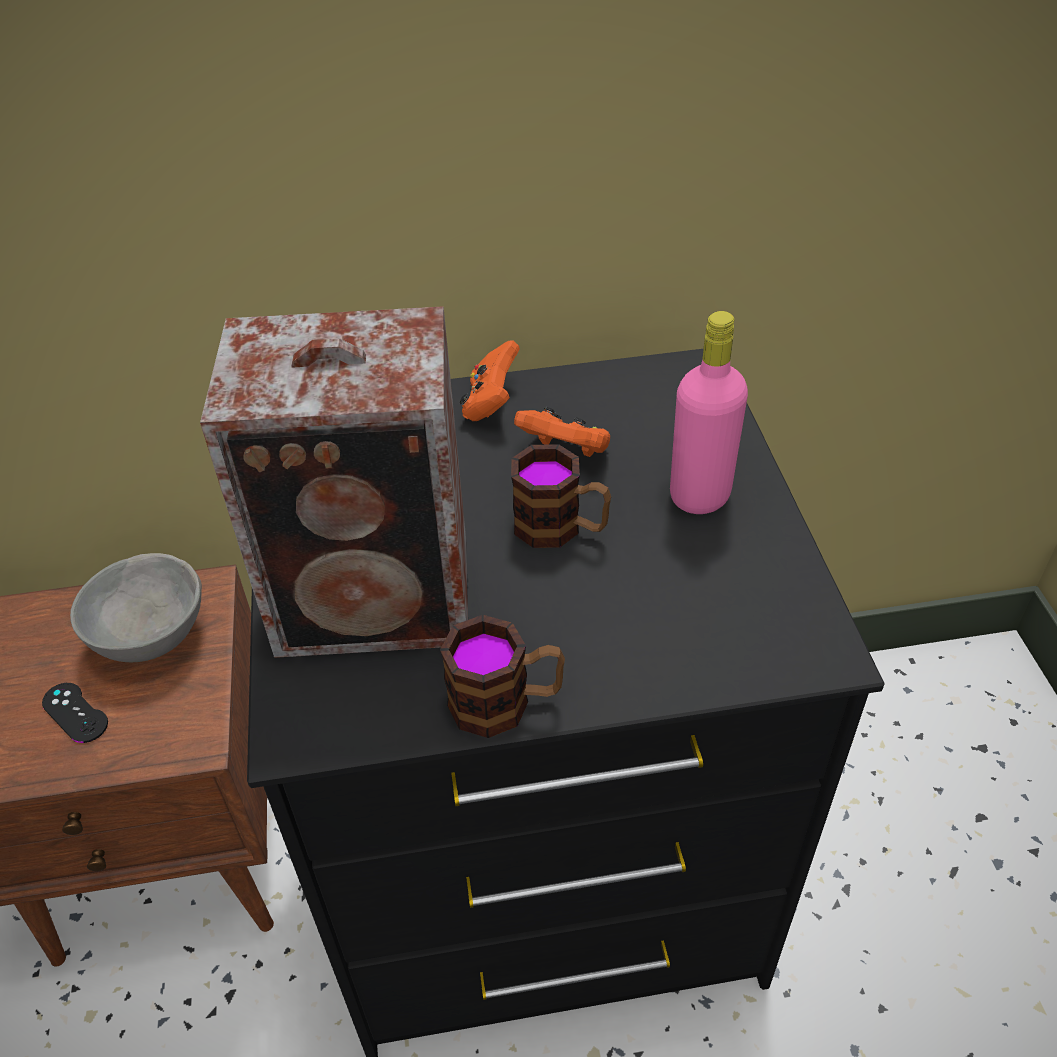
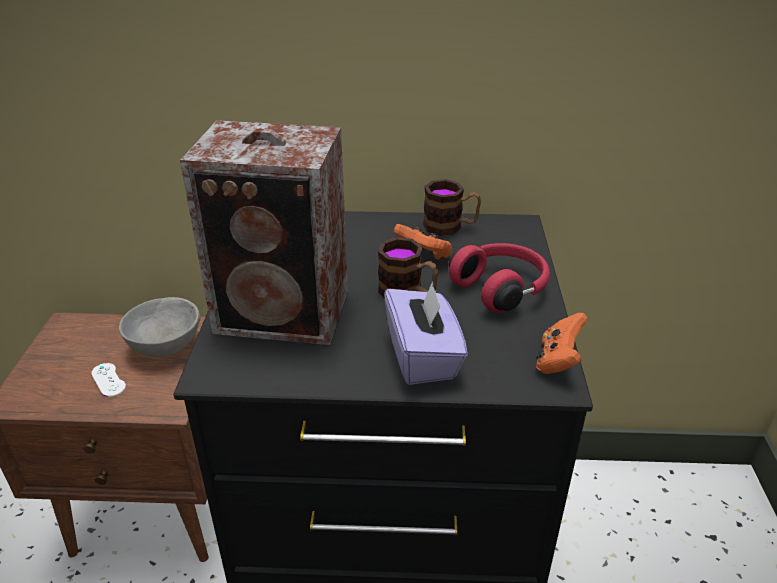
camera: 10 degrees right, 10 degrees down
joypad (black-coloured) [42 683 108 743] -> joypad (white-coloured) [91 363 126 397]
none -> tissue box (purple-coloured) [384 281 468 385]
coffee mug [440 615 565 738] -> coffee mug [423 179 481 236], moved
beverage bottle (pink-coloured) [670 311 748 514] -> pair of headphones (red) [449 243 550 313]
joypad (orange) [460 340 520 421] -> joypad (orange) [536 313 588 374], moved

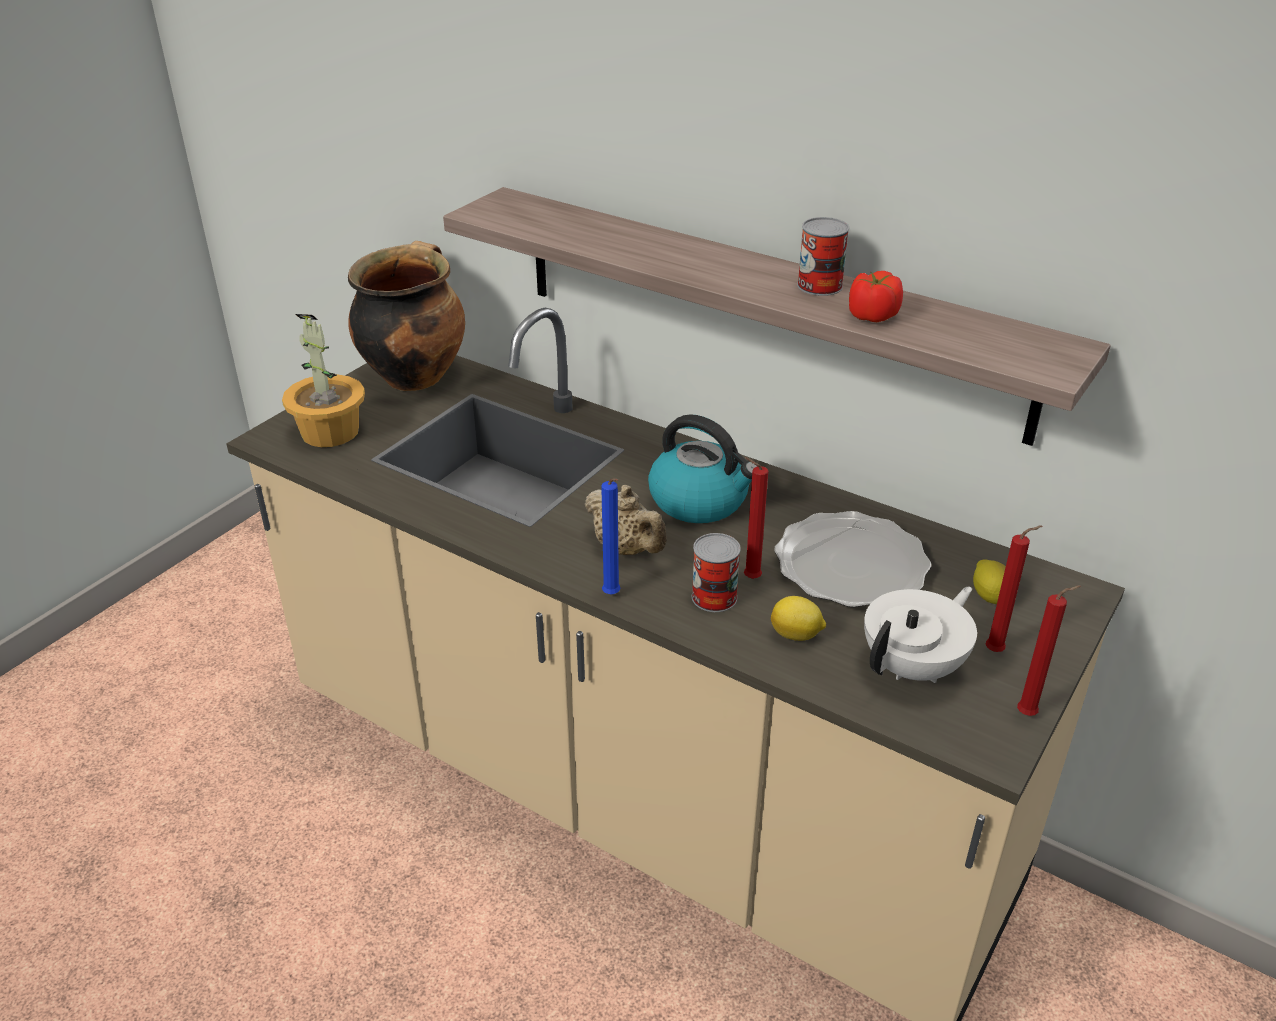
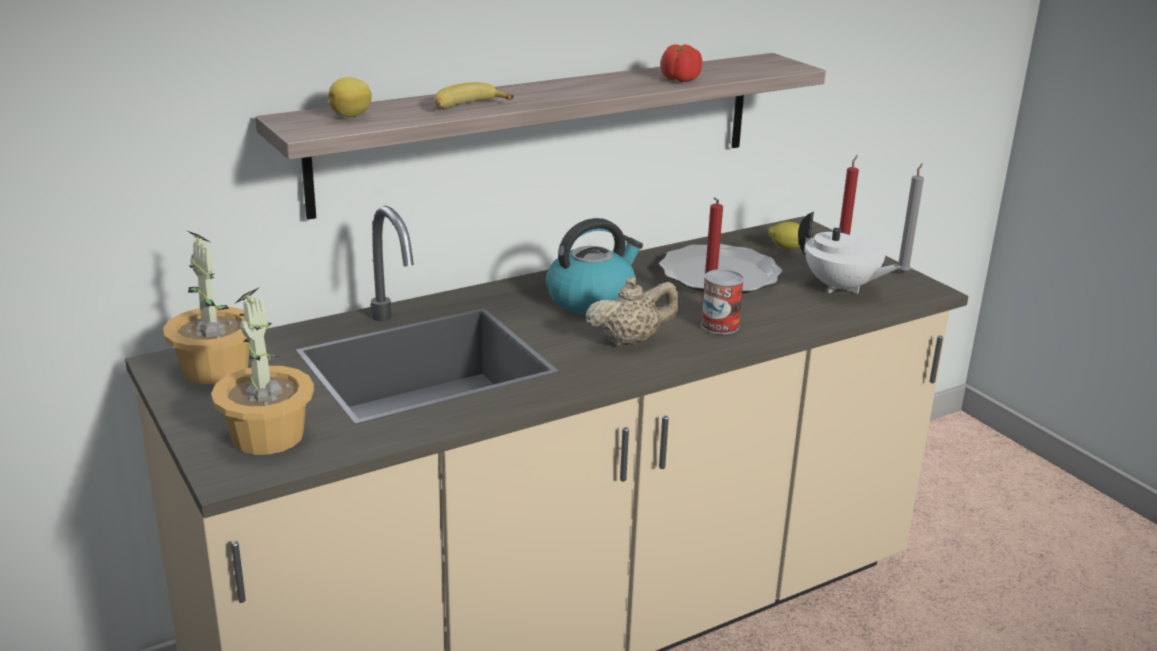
camera: 65 degrees left, 10 degrees down
stockpot [348 241 465 391] -> houseplant [163 230 250 385]
citrus fruit [771 596 826 641] -> citrus fruit [328 77 371 117], moved
none -> banana fruit [434 82 514 108]
tea pot (white-coloured) [864 587 977 683] -> tea pot (white-coloured) [798 212 901 294], 150 degrees clockwise
wax candle (red) [1017 586 1081 716] -> wax candle (gray) [898 163 924 273]
wax candle (blue) [601 478 621 595] -> none
can [797 217 849 296] -> none

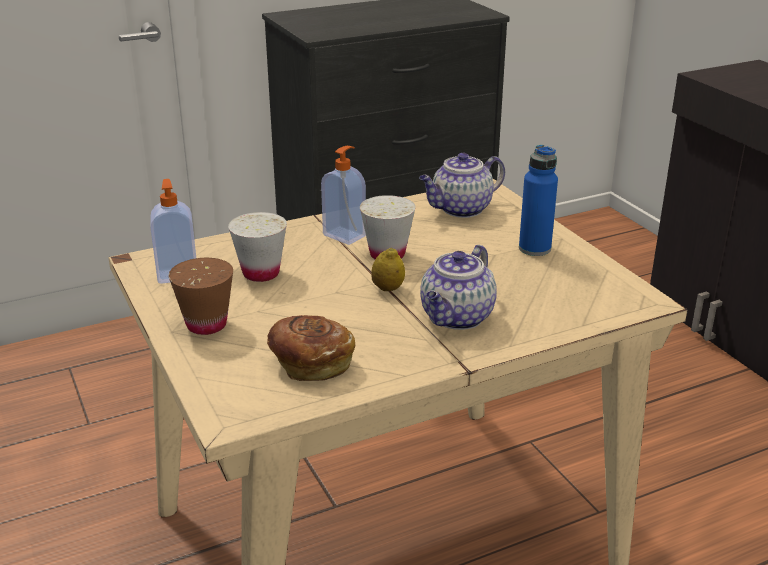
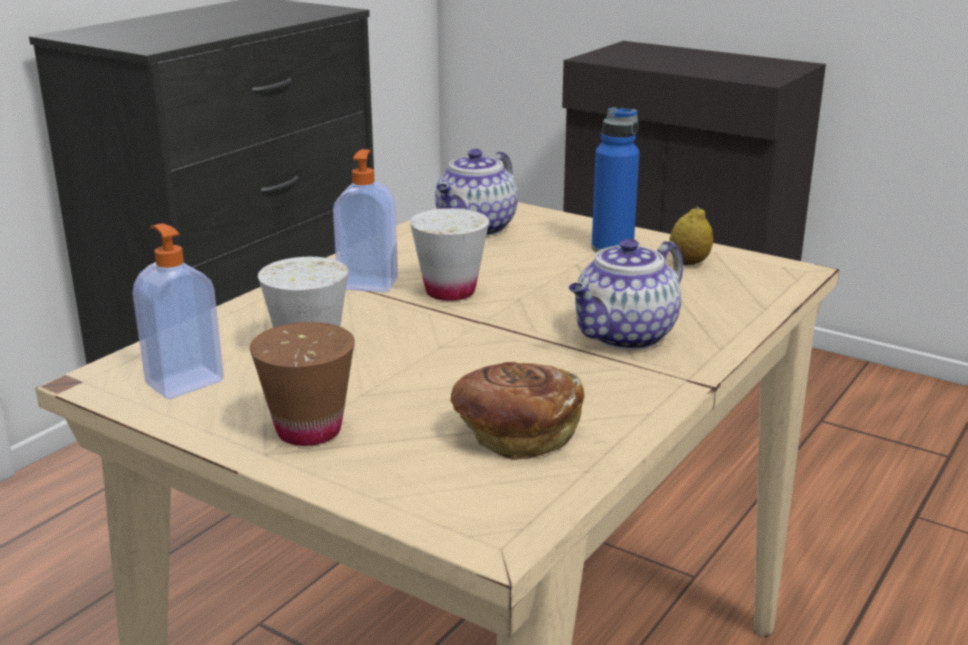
camera: 30 degrees left, 5 degrees down
tea pot [420 245 497 330] -> tea pot [569 239 683 350], 45 degrees clockwise
citrus fruit [372 247 405 291] -> citrus fruit [669 207 713 265], moved

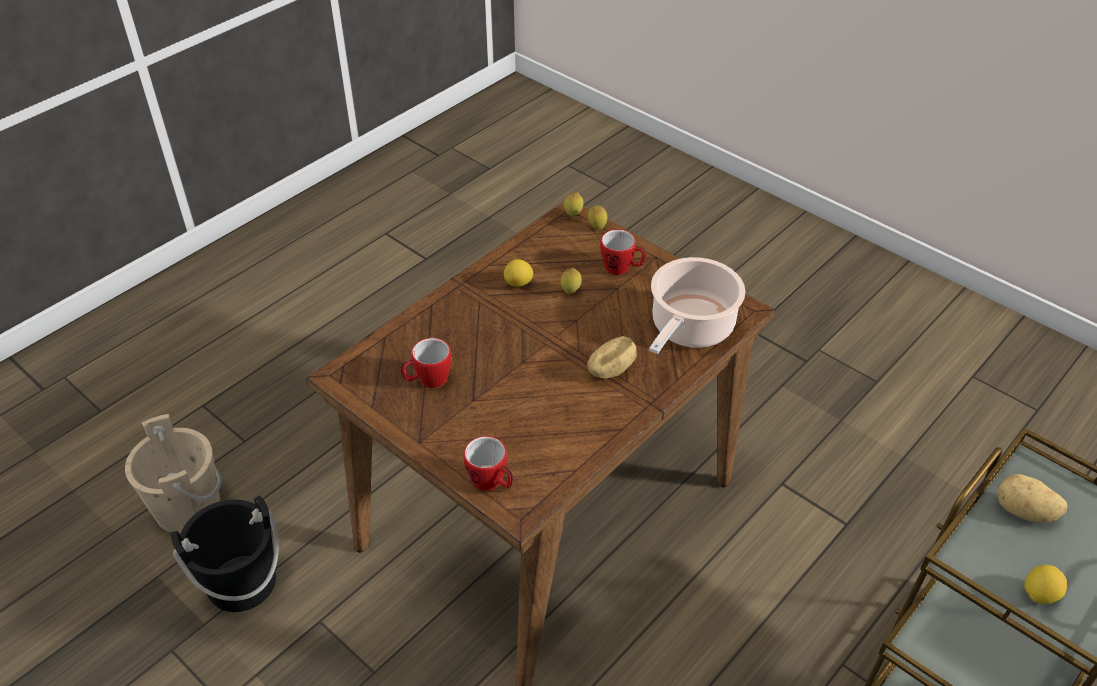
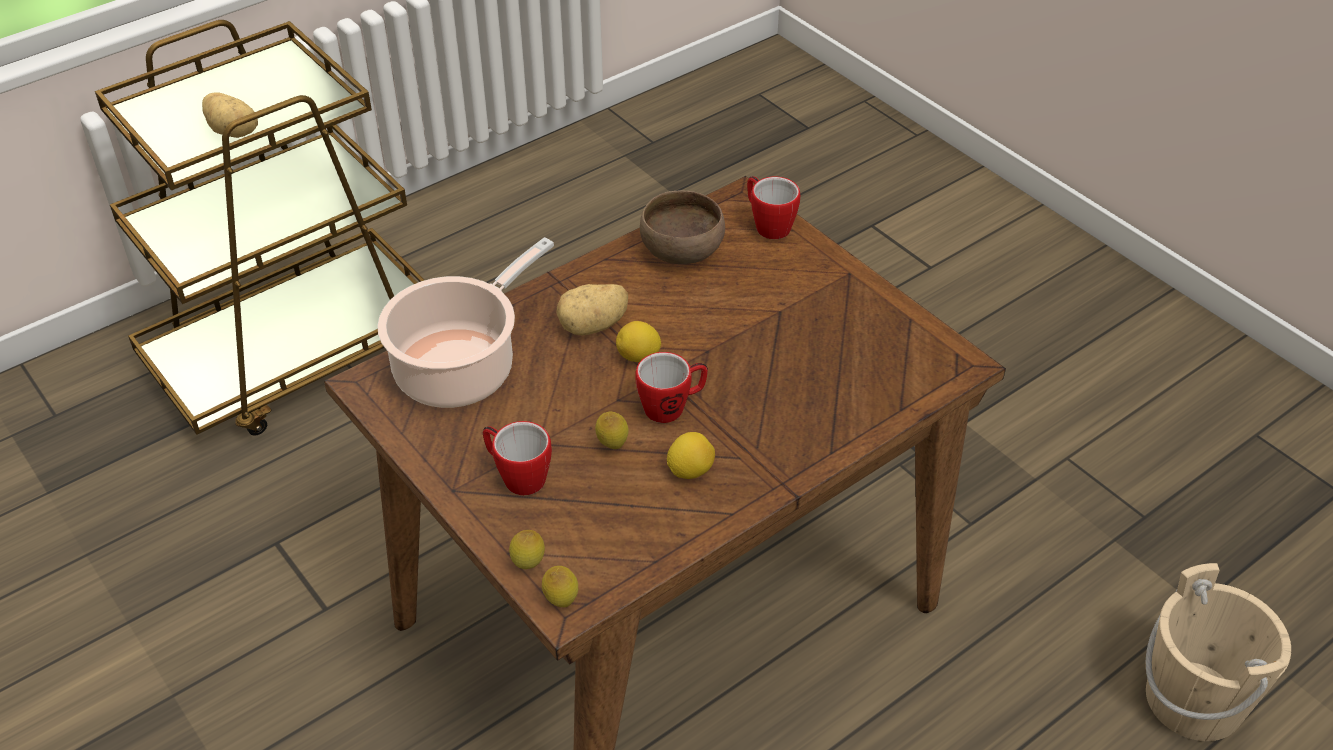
camera: 170 degrees left, 0 degrees up
citrus fruit [1024 565 1067 604] -> citrus fruit [616 321 661 362], moved
coffee mug [401 338 451 388] -> coffee mug [636 352 708 423], moved
none -> deep dish (brownish) [640 191 725 264]
pail (black-coloured) [171 495 279 612] -> none

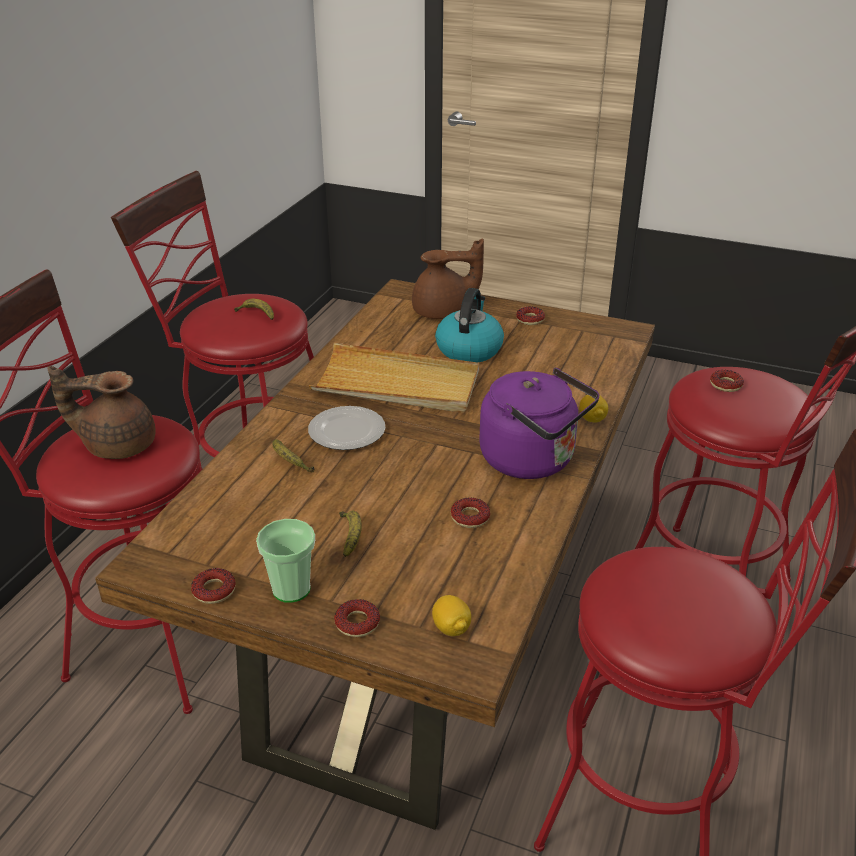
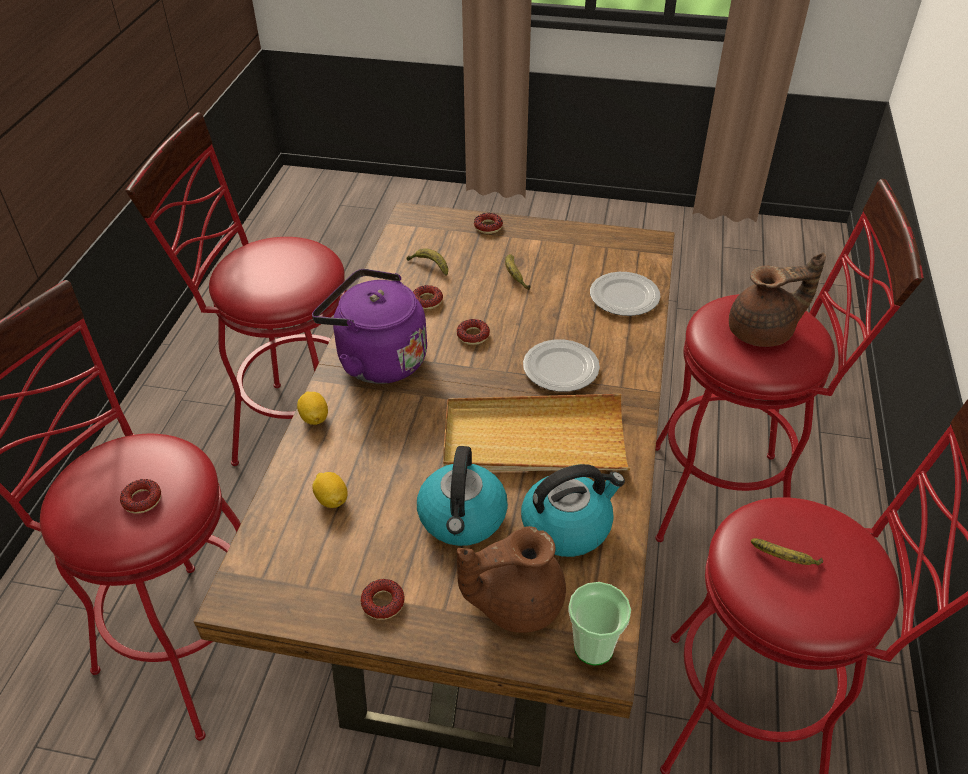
camera: 170 degrees right, 10 degrees up
citrus fruit [432 595 471 636] -> citrus fruit [312 472 348 508], moved
banana fruit [272 439 314 473] -> banana fruit [406 249 448 276], moved
donut [191 568 236 604] -> donut [457 319 490 345], moved
none -> tea kettle [521 464 625 557]
drinking cup [256 519 315 603] -> drinking cup [568 582 631 666], moved
none -> dinner plate [590 272 660 316]

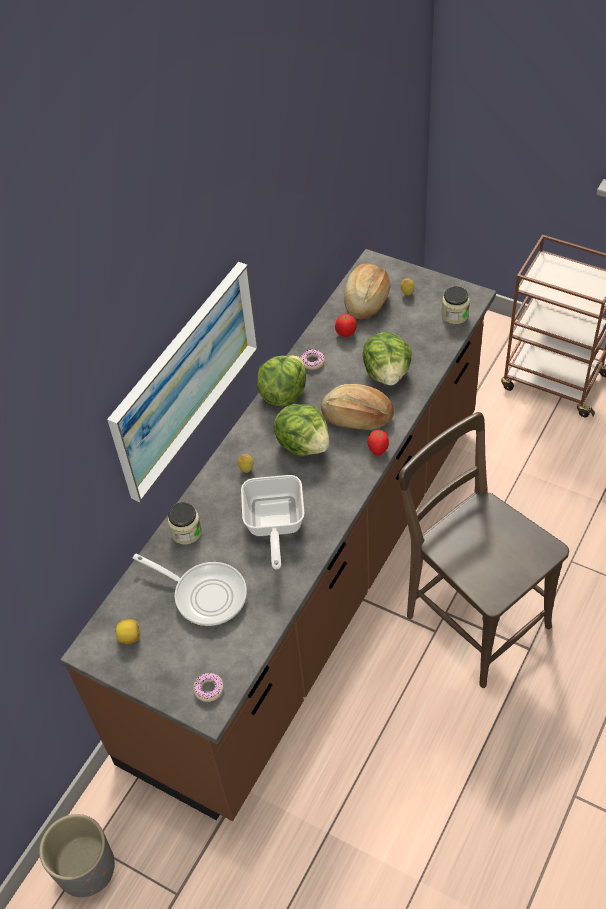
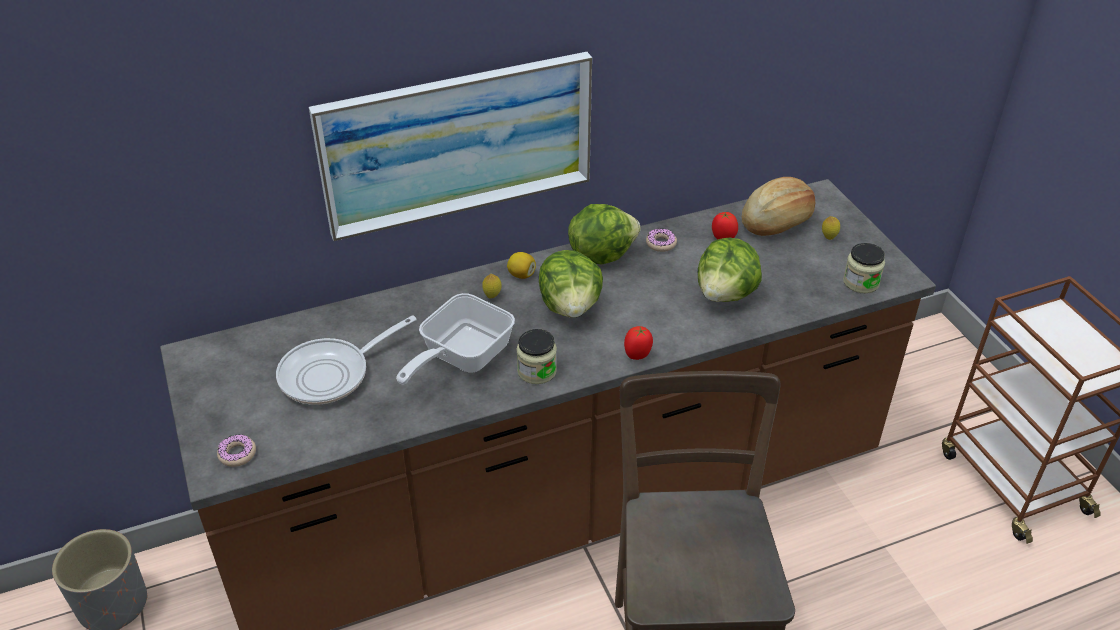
camera: 35 degrees right, 10 degrees down
frying pan [133 554 247 626] -> frying pan [276 315 417 405], 75 degrees clockwise
citrus fruit [116 619 140 644] -> citrus fruit [507 252 536 279], moved
storage jar [168 502 202 545] -> storage jar [517 329 557 384], moved
bread [321 384 394 430] -> none

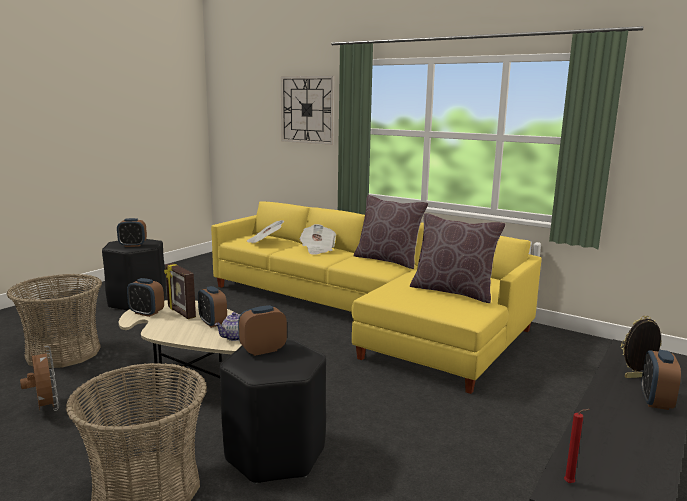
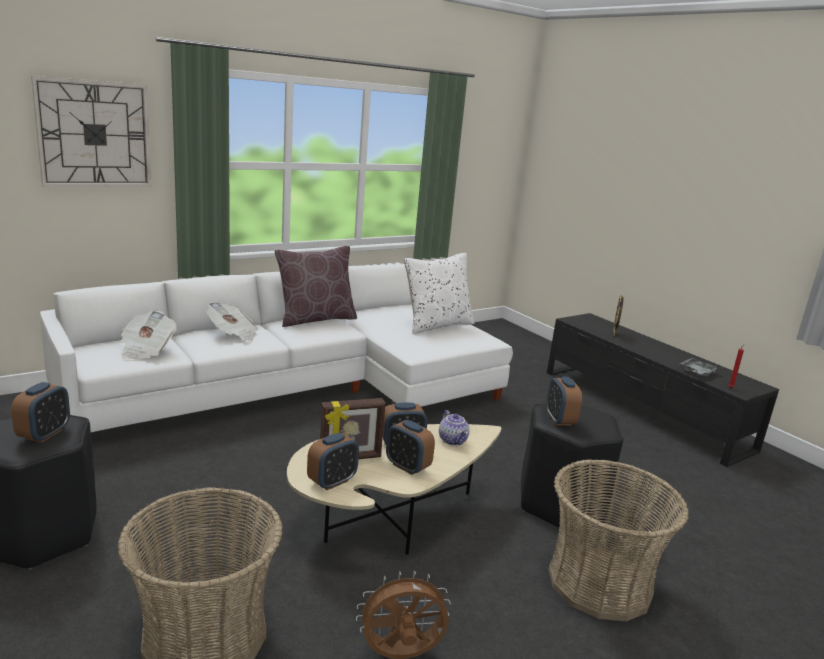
camera: 70 degrees left, 5 degrees up
settee (yellow-coloured) [211 201 542 394] -> settee (white-coloured) [40 264 513 432]
table clock [641 350 681 410] -> table clock [386 420 435 475], moved
pillow (brownish) [410 213 506 303] -> pillow (white-coloured) [404 253 475 334]
none -> serving tray (gray) [680 358 719 376]

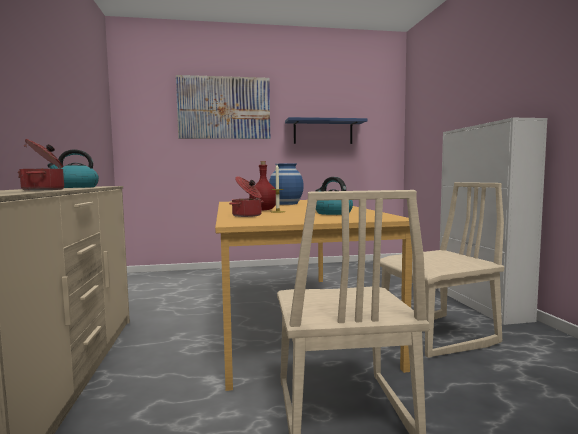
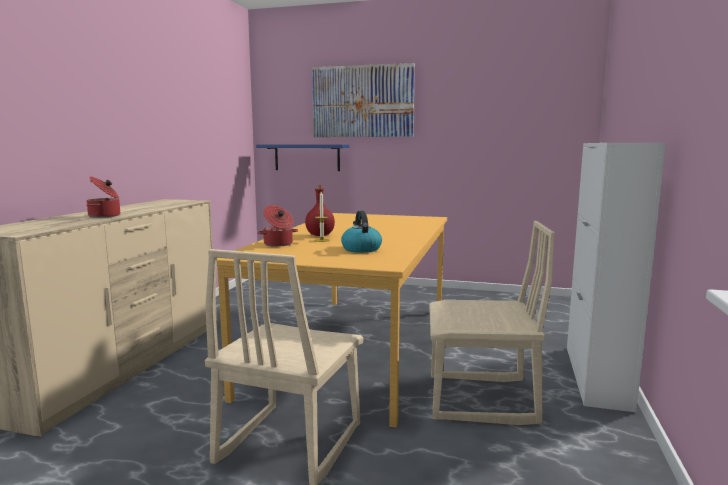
camera: 25 degrees right, 5 degrees up
shelf (blue) [285 117 367 144] -> shelf (blue) [256 144 349 171], moved
tea kettle [47 149 99 188] -> none
flower vase (blue) [269 163 304 205] -> none

